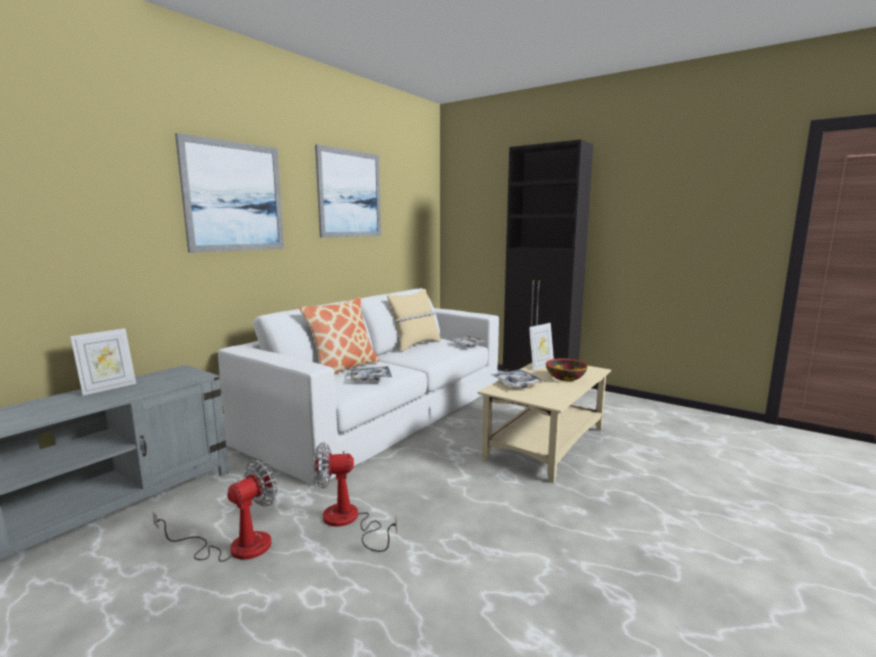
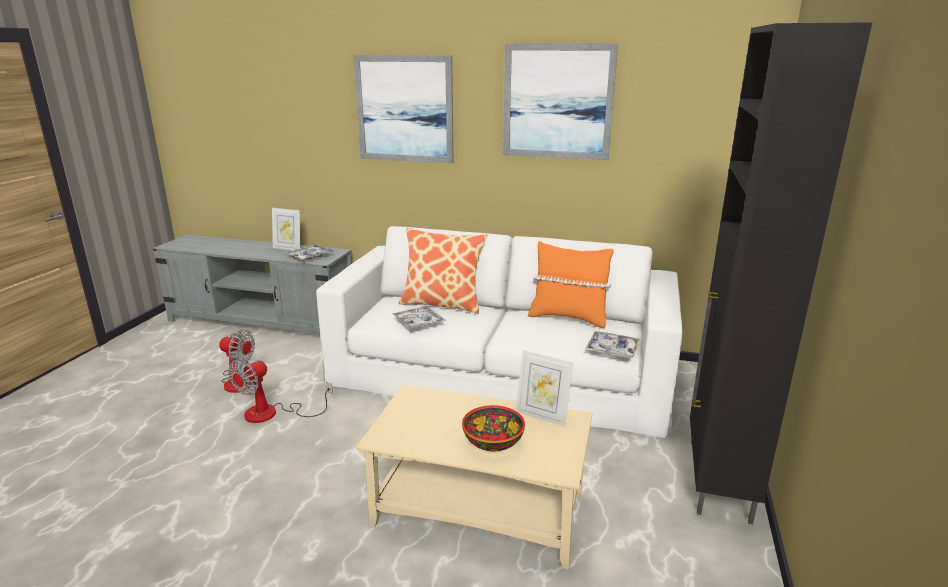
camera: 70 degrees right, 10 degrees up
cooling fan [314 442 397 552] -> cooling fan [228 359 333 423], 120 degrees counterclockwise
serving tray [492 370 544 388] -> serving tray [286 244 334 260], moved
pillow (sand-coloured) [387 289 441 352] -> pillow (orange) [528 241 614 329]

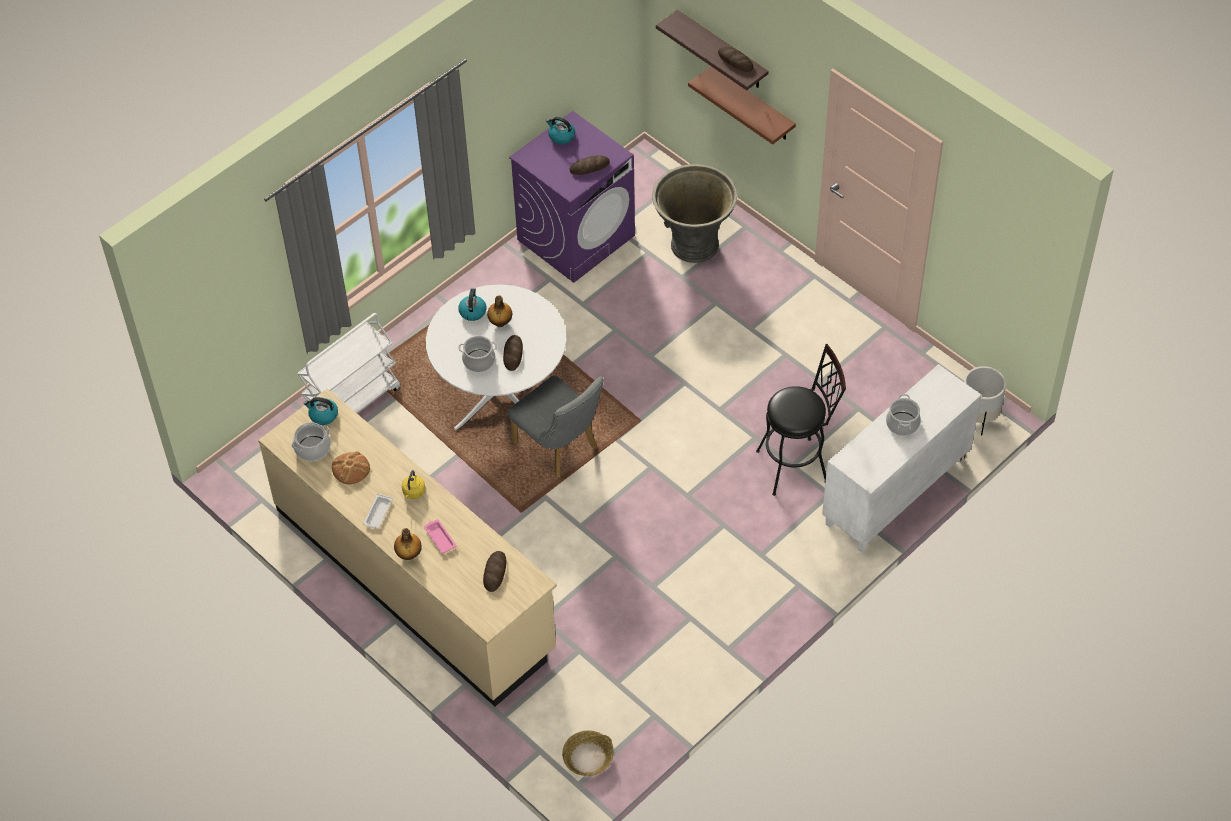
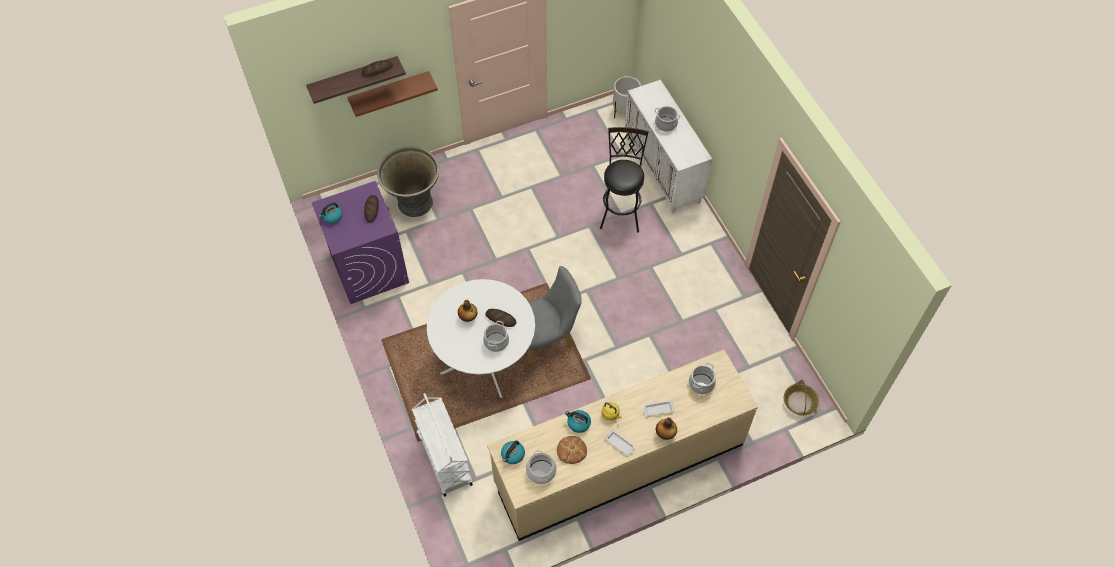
camera: 70 degrees left, 5 degrees up
tea kettle [458 288 487 321] -> tea kettle [565 410 591 433], moved
serving tray (pink-coloured) [424 519 457 554] -> serving tray (white-coloured) [643 400 675 416]
bread [483 551 506 592] -> stockpot [689 363 716 394]

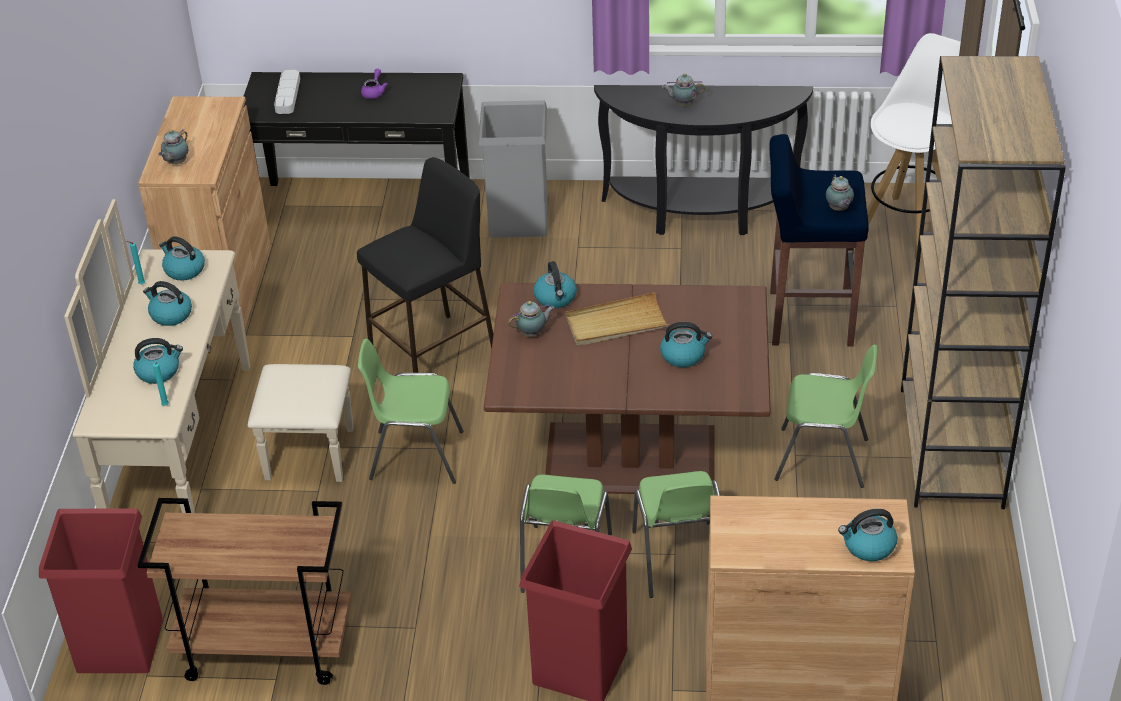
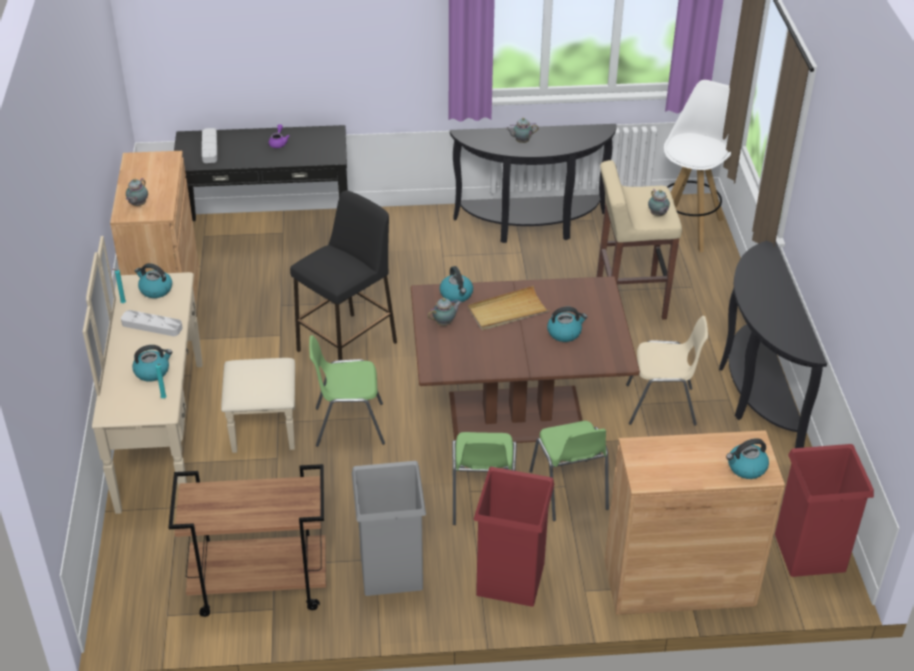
camera: 10 degrees left, 0 degrees up
tea kettle [143 281 192 326] -> serving tray (gray) [121 310 183 336]
rubbish bin (gray) [478 100 548 238] -> rubbish bin (gray) [352 461 426 596], moved
sitting stool (blue) [770 134 869 347] -> sitting stool (sand-coloured) [596 160 682 319]
chair (green) [774 344 877 488] -> chair (sand-coloured) [626 316 708 426]
bookcase (brownish) [901 56 1066 509] -> narrow table (black-coloured) [719 241 827 448]
rubbish bin (red) [39 508 163 673] -> rubbish bin (red) [775 444 874 577], moved

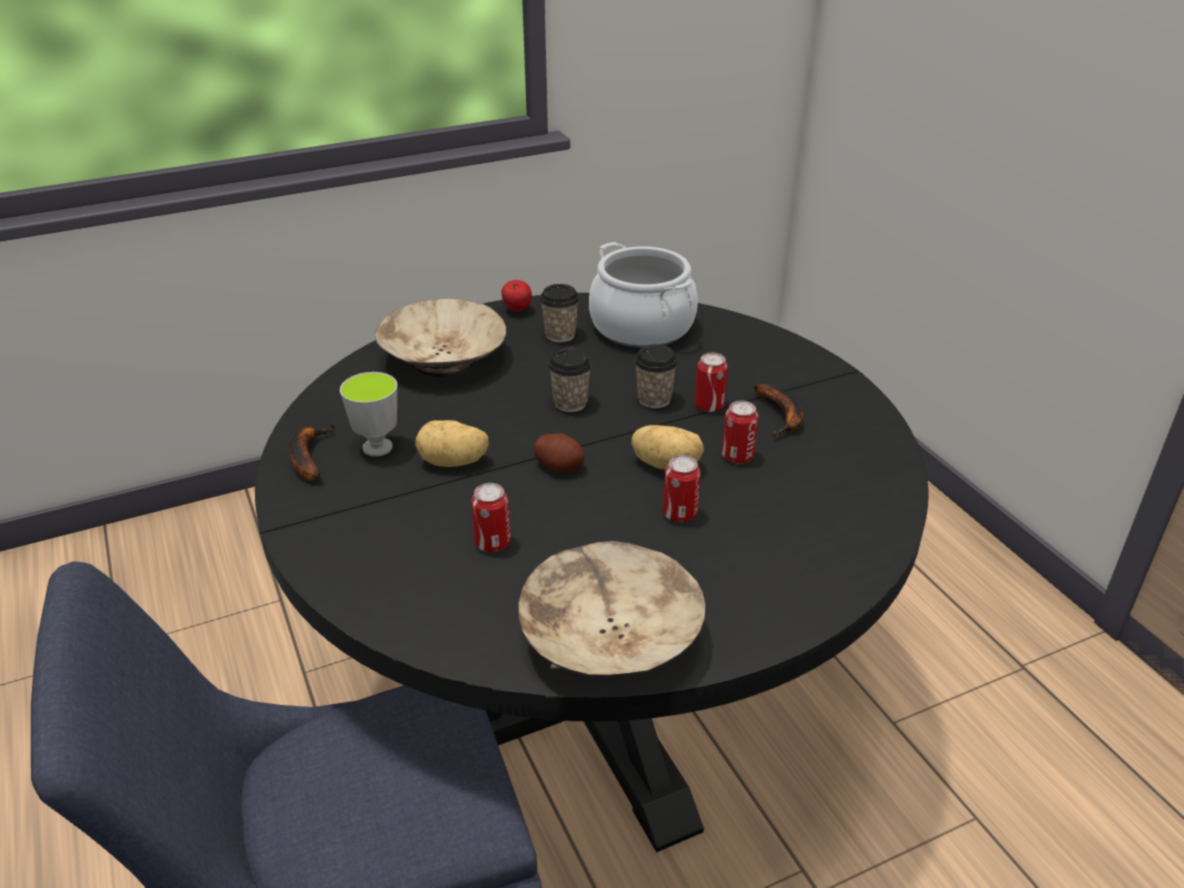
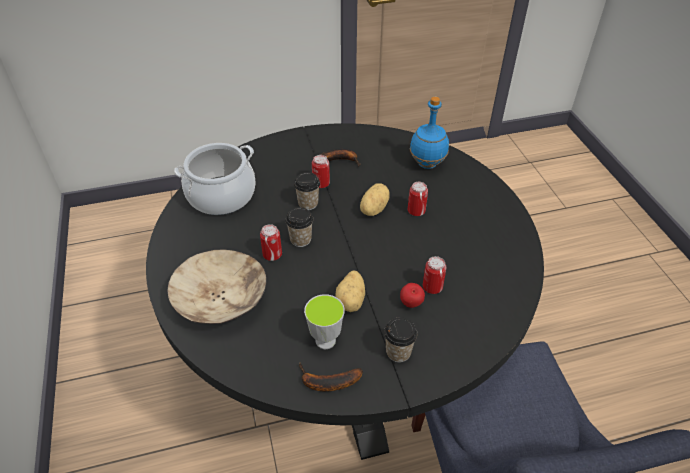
camera: 80 degrees left, 10 degrees up
can [722 400 758 464] -> can [260 224 282 261], moved
drinking cup [540 284 579 342] -> drinking cup [384 317 417 363], moved
whole apple [501 280 532 312] -> whole apple [400 283 425 308], moved
none -> beverage bottle (blue) [410 97 449 169]
deep dish (sand-coloured) [519 541 706 676] -> none
potato [533 433 585 473] -> none

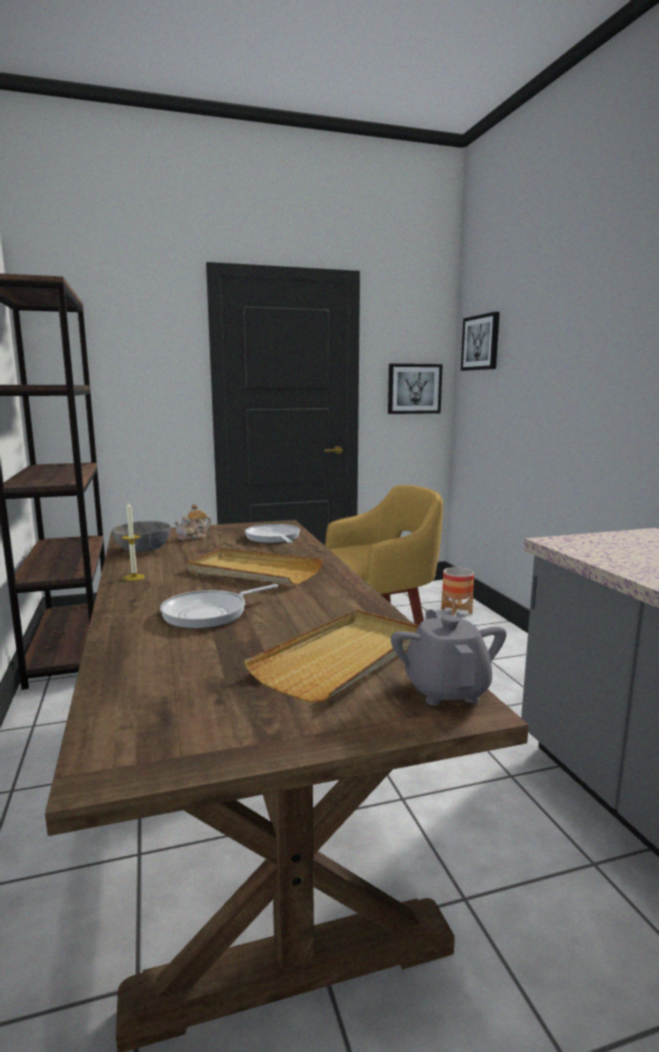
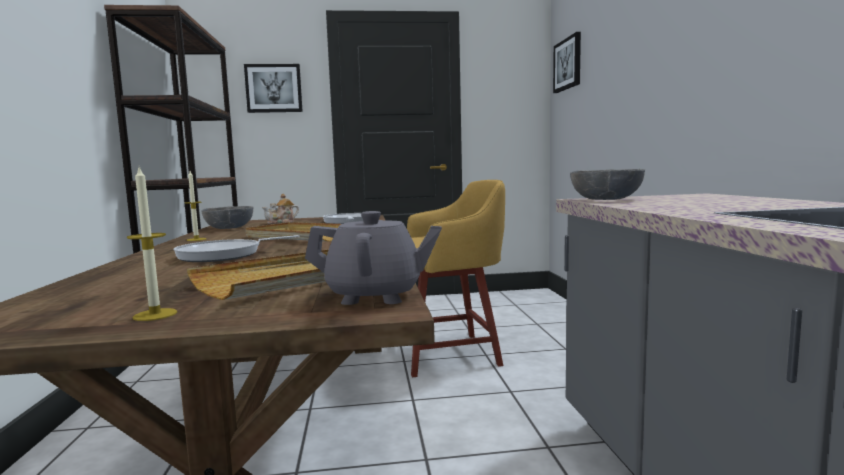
camera: 10 degrees right, 5 degrees down
none -> wax candle [127 167 177 321]
wall picture [388 364 443 414] -> wall picture [244 64 303 113], moved
tea pot (gray) [391 609 507 705] -> tea pot (gray) [305 211 442 305], 90 degrees clockwise
none -> deep dish (gray) [570 169 645 200]
plant pot [441 567 474 616] -> none

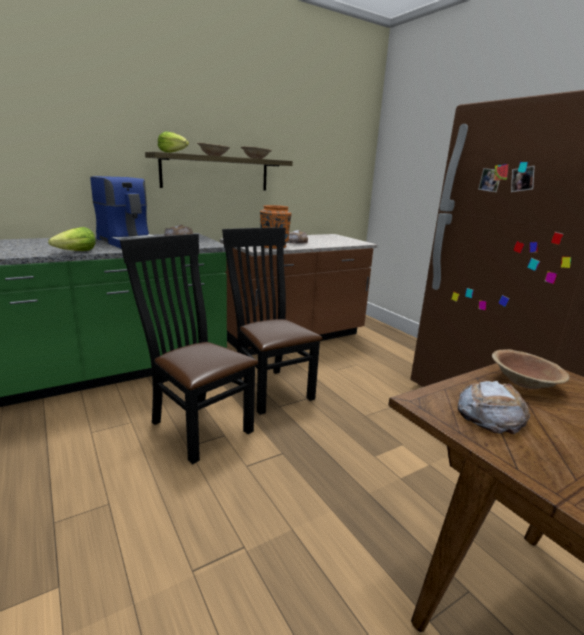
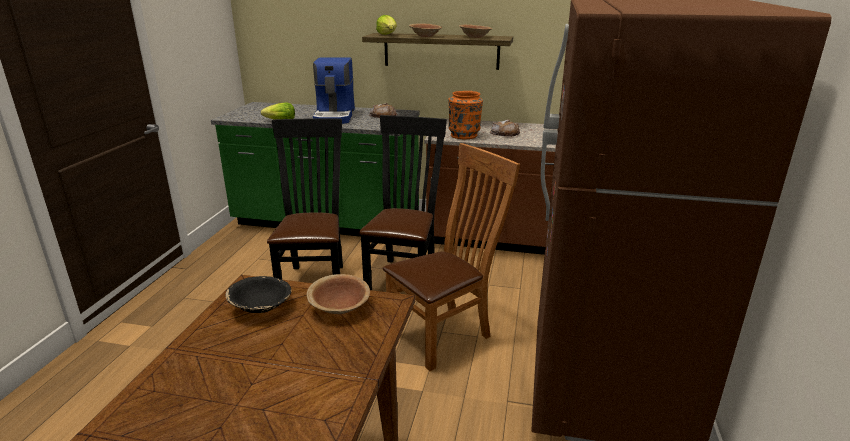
camera: 45 degrees right, 5 degrees up
bread [458 380 530 434] -> deep dish (black-coloured) [225 276 292 313]
none -> chair (brownish) [383 143 520 371]

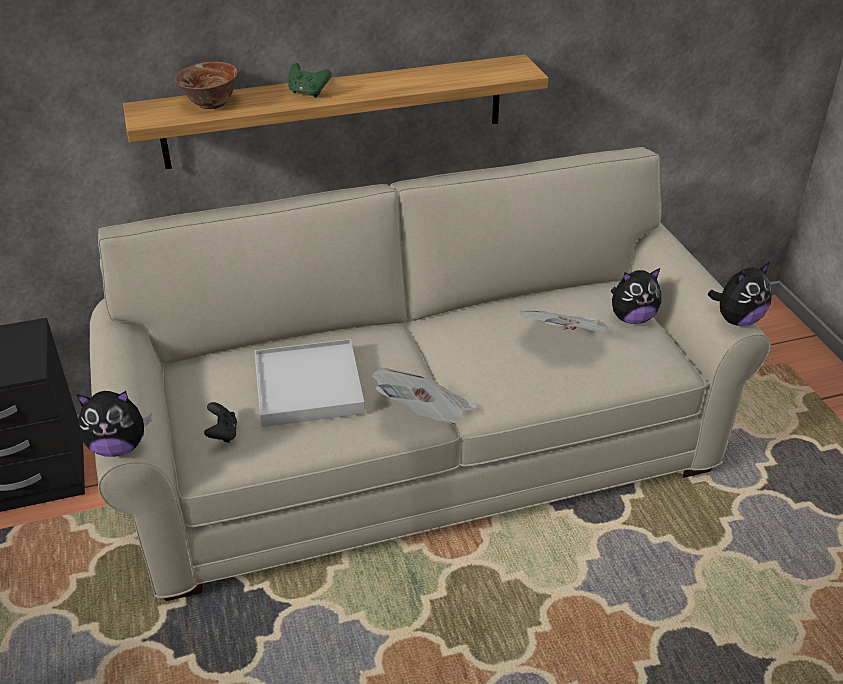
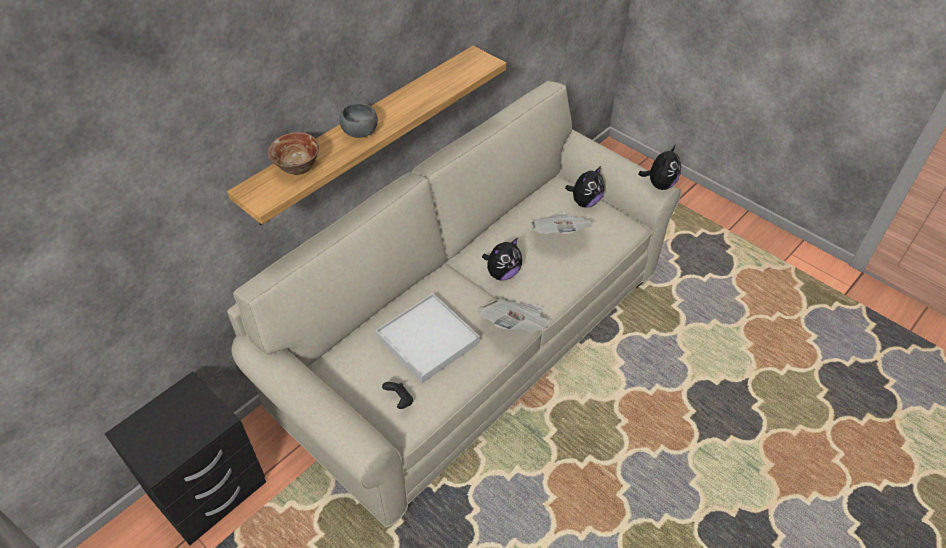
camera: 30 degrees left, 10 degrees up
joypad (green) [288 63 331 98] -> deep dish (gray) [339 103 378 138]
cuddly toy [77 391 152 457] -> cuddly toy [482 238 522 281], moved

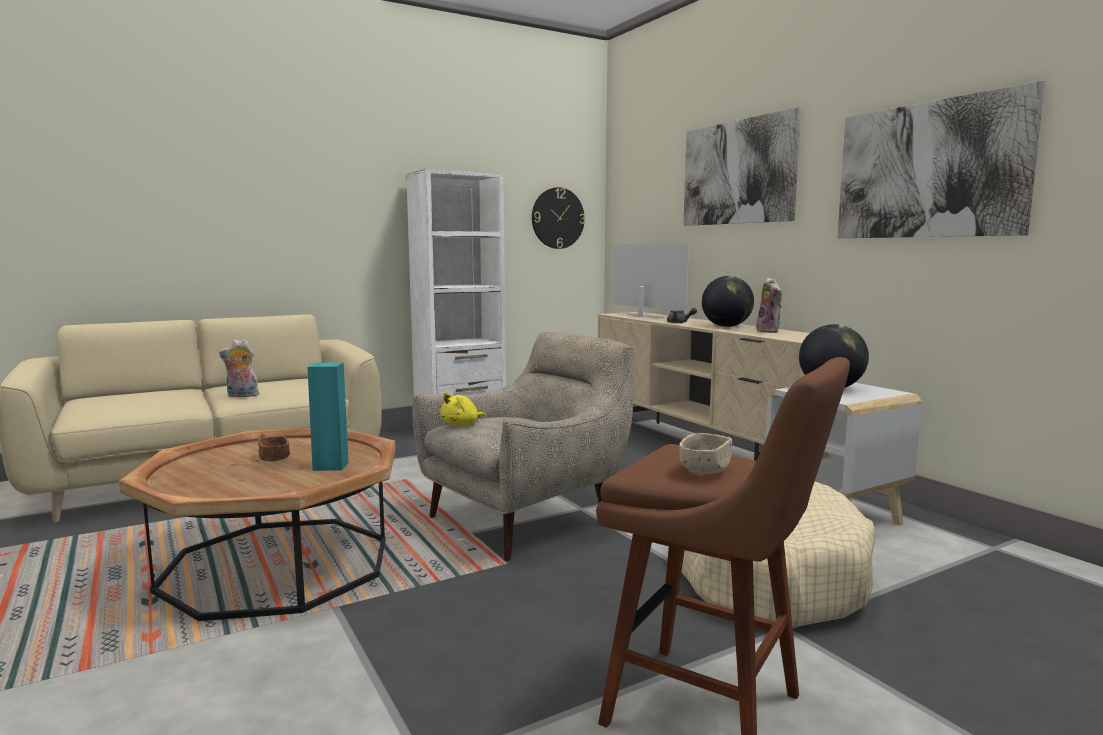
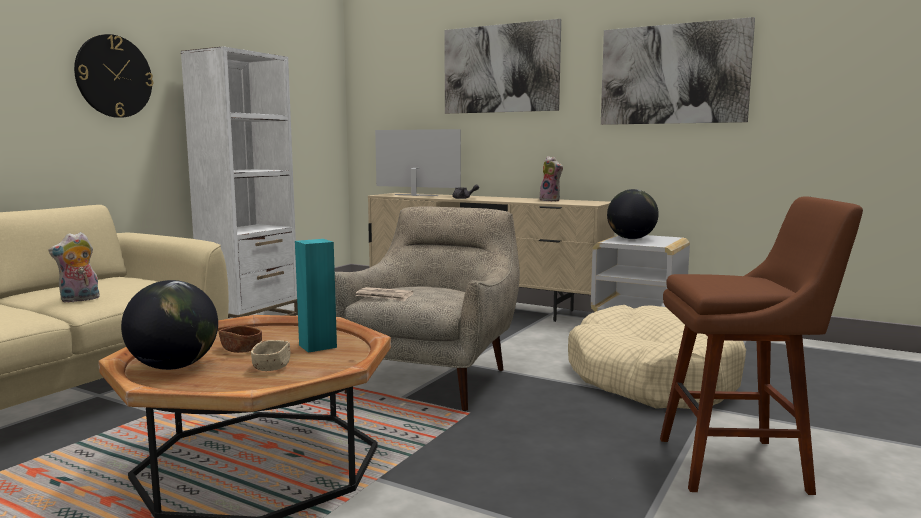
camera: 30 degrees left, 0 degrees up
wall clock [532 187 585 249] -> wall clock [74 34 153 118], moved
world globe [702 276 754 327] -> world globe [121 280 218 370], moved
deep dish (sand-coloured) [679 433 732 474] -> deep dish (sand-coloured) [251 340 290 371], moved
cuddly toy (yellow-coloured) [440 392 486 426] -> newspaper [356 287 413 302]

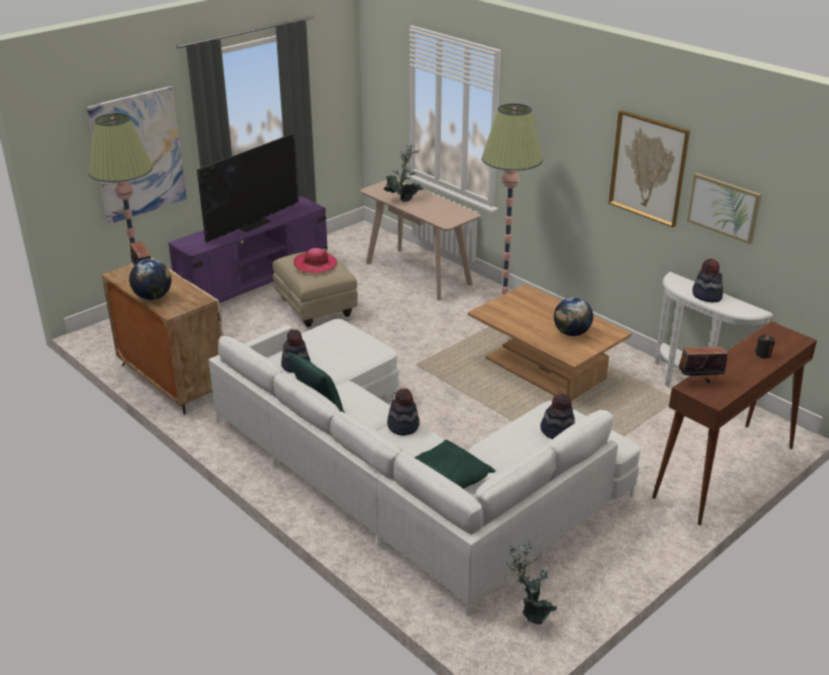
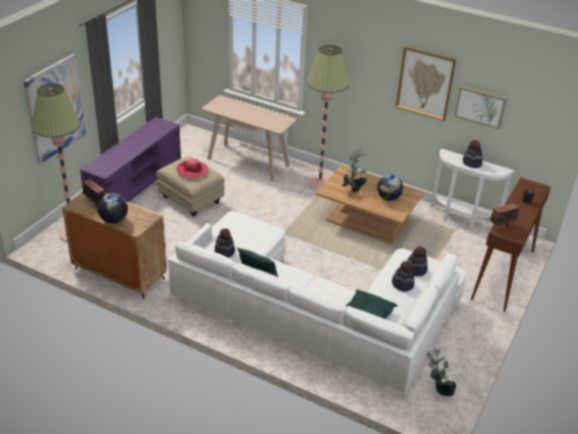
camera: 20 degrees left, 5 degrees up
houseplant [384 145 424 202] -> houseplant [342 148 367 192], moved
clothing hat [387 388 420 436] -> clothing hat [392 261 415 291], moved
TV set [197 133 299 243] -> none

